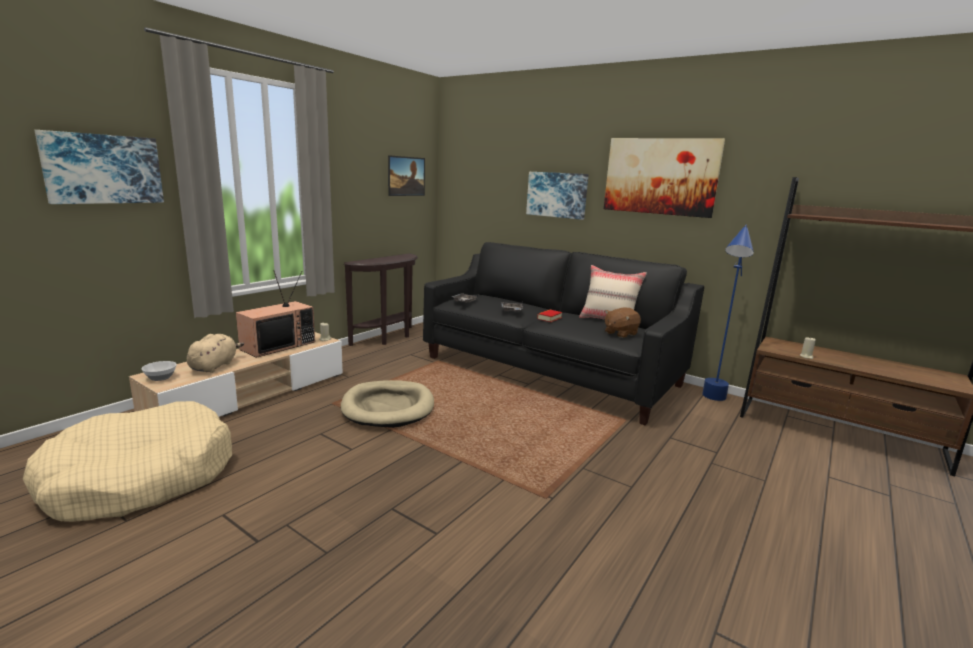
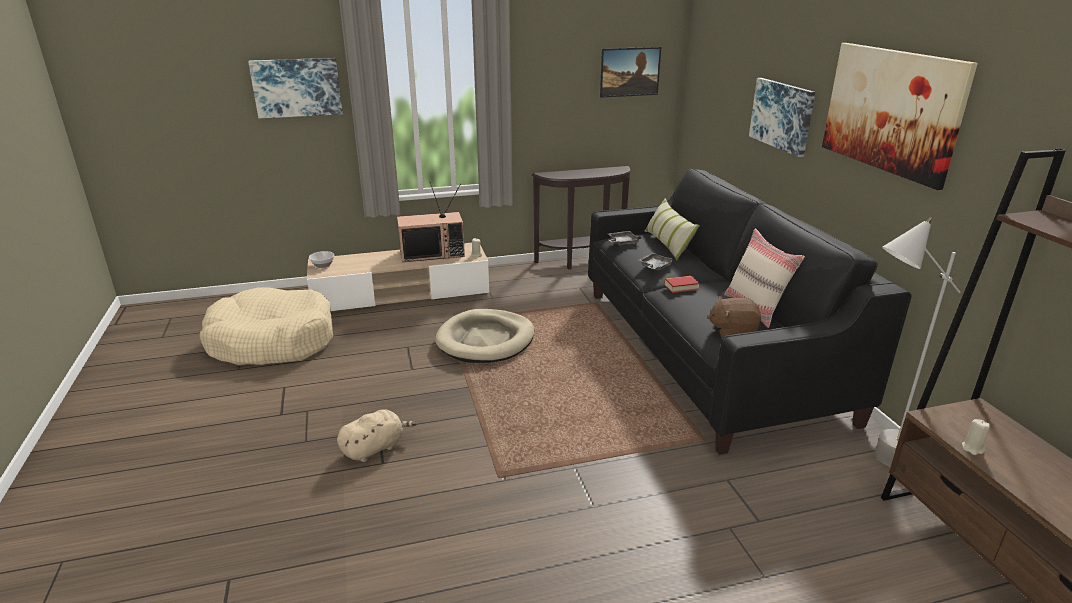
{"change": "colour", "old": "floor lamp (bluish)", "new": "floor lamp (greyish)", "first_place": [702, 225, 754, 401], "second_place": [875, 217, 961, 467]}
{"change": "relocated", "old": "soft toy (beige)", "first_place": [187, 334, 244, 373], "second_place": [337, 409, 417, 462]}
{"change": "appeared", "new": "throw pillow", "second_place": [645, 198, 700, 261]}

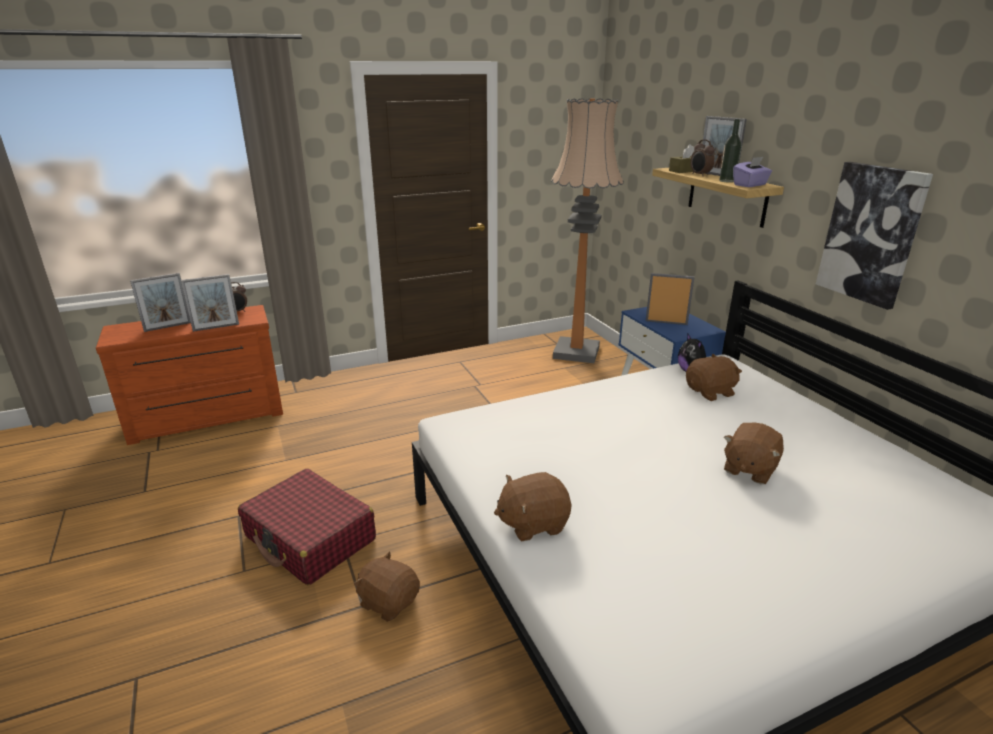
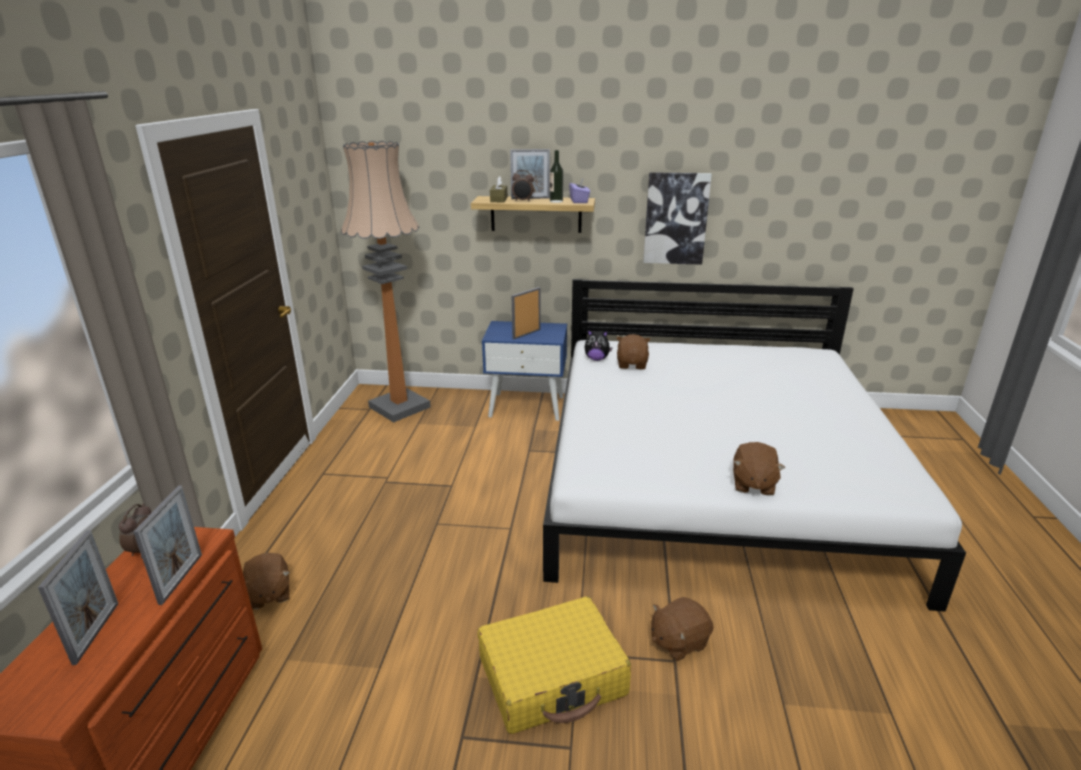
{"change": "relocated", "old": "soft toy (brown-coloured)", "first_place": [724, 423, 784, 484], "second_place": [243, 553, 290, 609]}
{"change": "colour", "old": "suitcase (red-coloured)", "new": "suitcase (yellow-coloured)", "first_place": [238, 469, 376, 585], "second_place": [478, 596, 631, 734]}

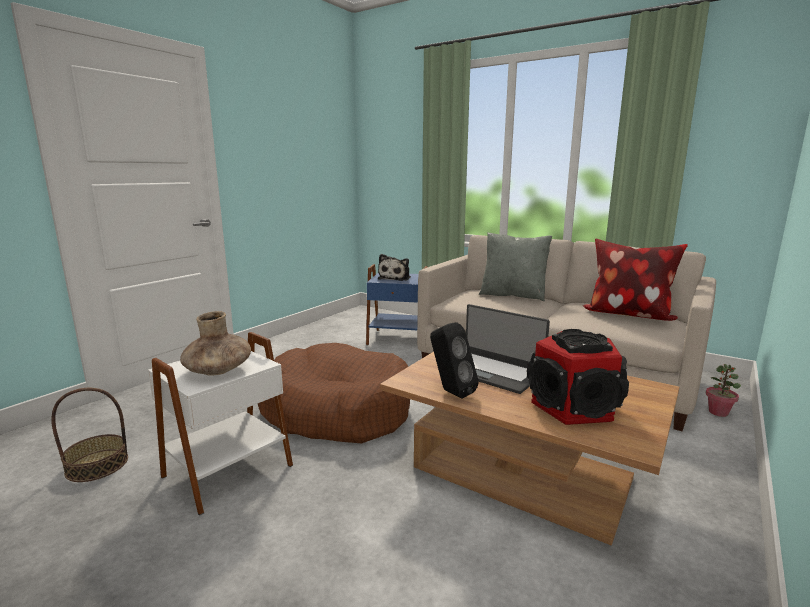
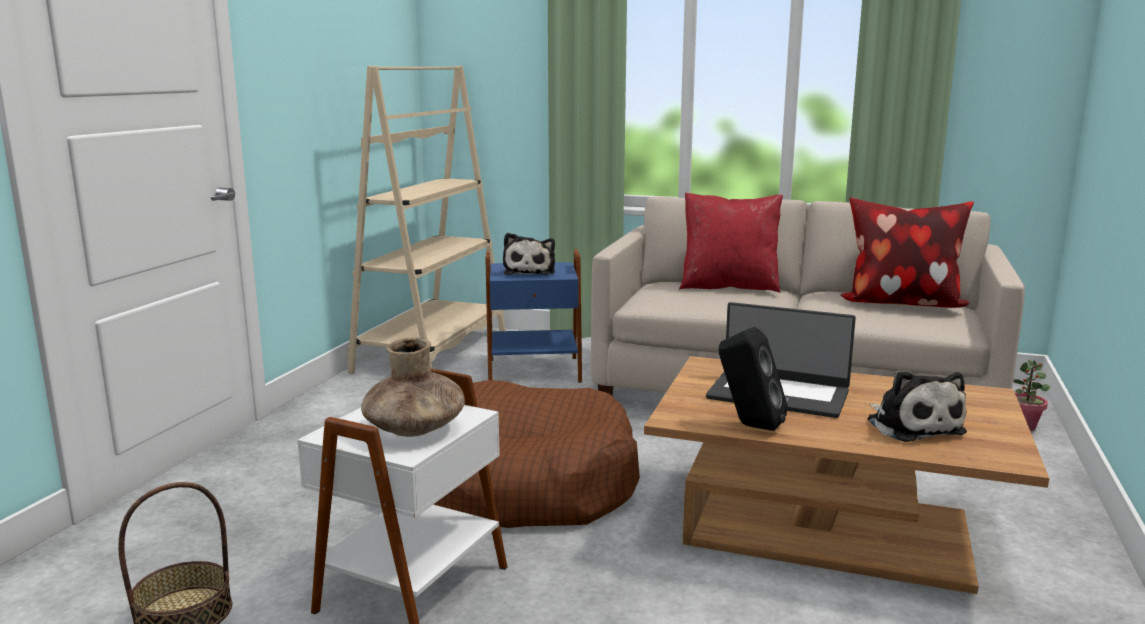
{"change": "colour", "old": "throw pillow (greyish)", "new": "throw pillow (red-coloured)", "first_place": [479, 232, 552, 301], "second_place": [679, 192, 783, 293]}
{"change": "exchanged", "old": "speaker", "new": "soft toy", "first_place": [527, 329, 629, 425], "second_place": [868, 371, 967, 442]}
{"change": "appeared", "new": "bookcase (beige)", "second_place": [347, 66, 505, 374]}

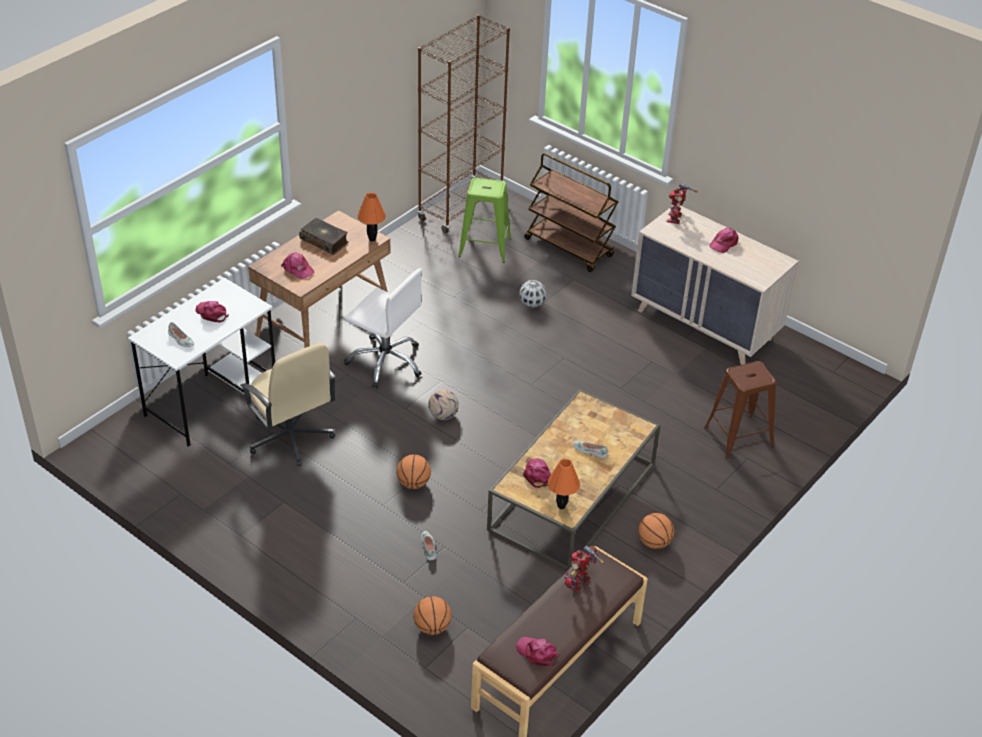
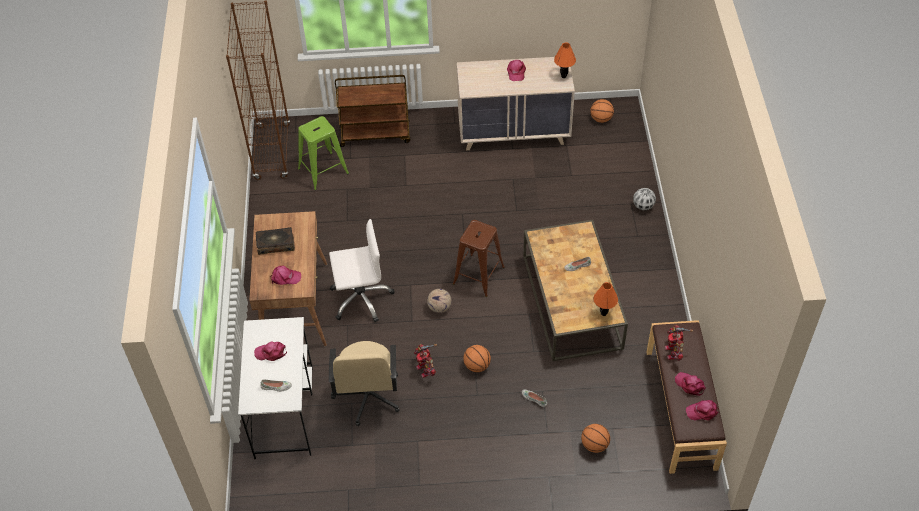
{"change": "relocated", "old": "toy robot", "first_place": [666, 184, 698, 224], "second_place": [414, 344, 437, 378]}
{"change": "relocated", "old": "lamp for a table (orangey)", "first_place": [358, 193, 386, 242], "second_place": [554, 42, 576, 78]}
{"change": "relocated", "old": "football", "first_place": [519, 280, 547, 308], "second_place": [633, 188, 656, 210]}
{"change": "spun", "old": "office chair (beige)", "first_place": [240, 343, 336, 466], "second_place": [329, 341, 400, 426], "degrees": 75}
{"change": "relocated", "old": "stool (brown-coloured)", "first_place": [704, 361, 776, 460], "second_place": [453, 220, 505, 297]}
{"change": "relocated", "old": "baseball cap (pink)", "first_place": [523, 458, 551, 488], "second_place": [675, 372, 706, 396]}
{"change": "relocated", "old": "basketball ball", "first_place": [638, 513, 674, 549], "second_place": [590, 99, 614, 123]}

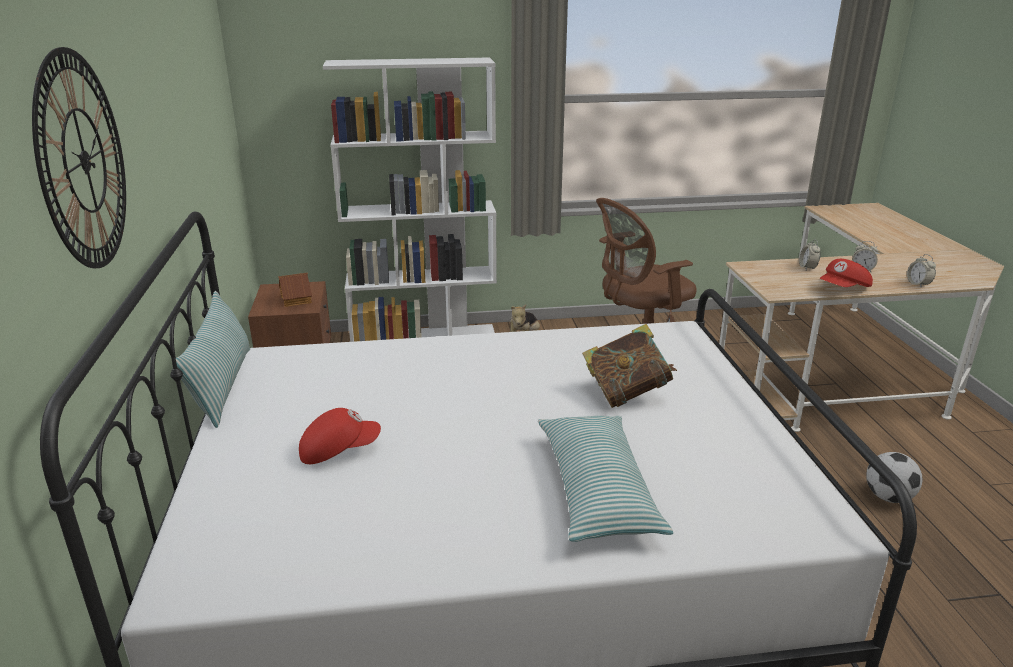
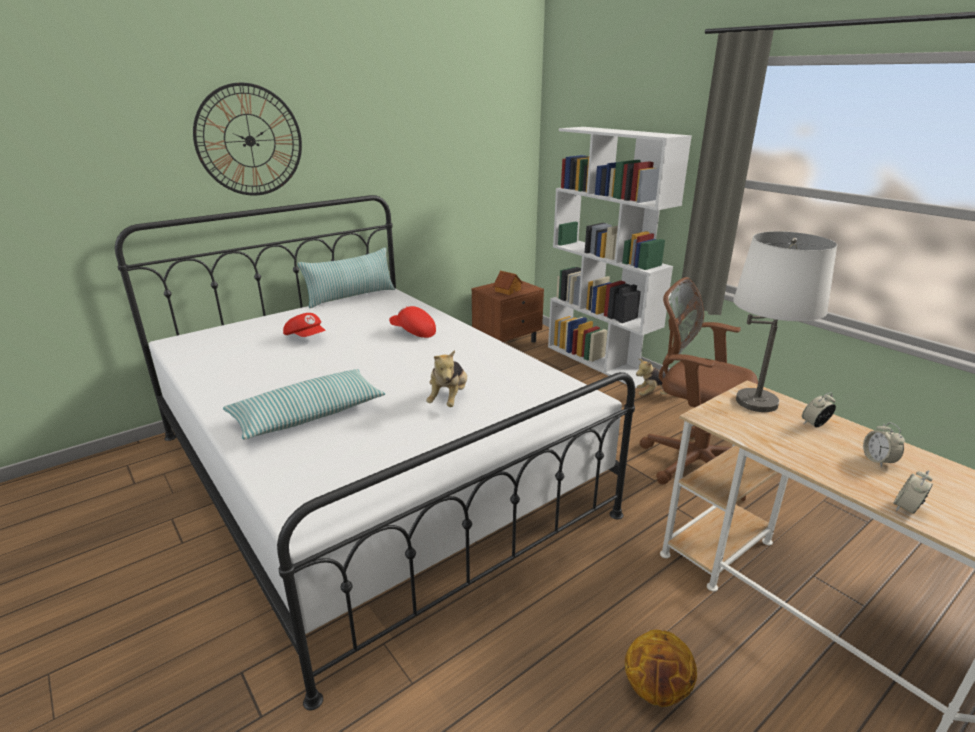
{"change": "relocated", "old": "baseball cap (red-coloured)", "first_place": [820, 259, 873, 287], "second_place": [389, 306, 436, 338]}
{"change": "exchanged", "old": "volume", "new": "soft toy", "first_place": [582, 324, 677, 408], "second_place": [426, 350, 467, 407]}
{"change": "exchanged", "old": "football", "new": "basketball ball", "first_place": [866, 452, 923, 503], "second_place": [625, 630, 697, 707]}
{"change": "appeared", "new": "lamp for a table (whitish)", "second_place": [733, 231, 837, 412]}

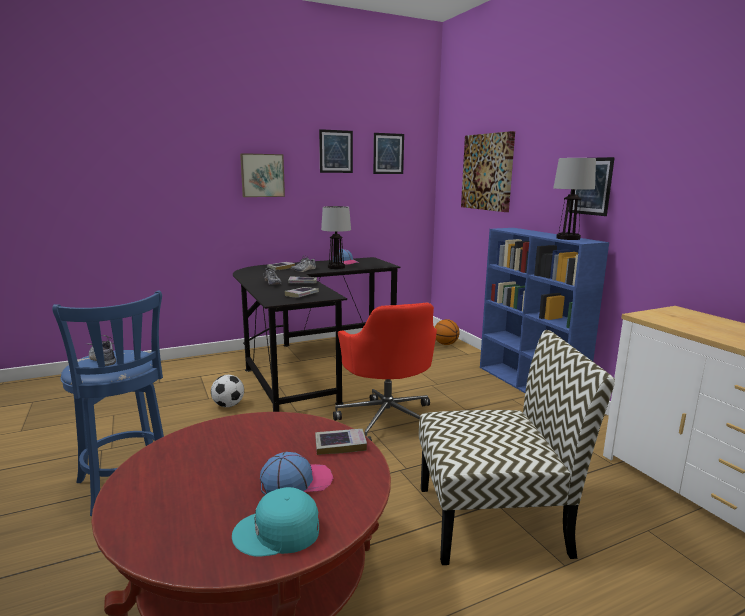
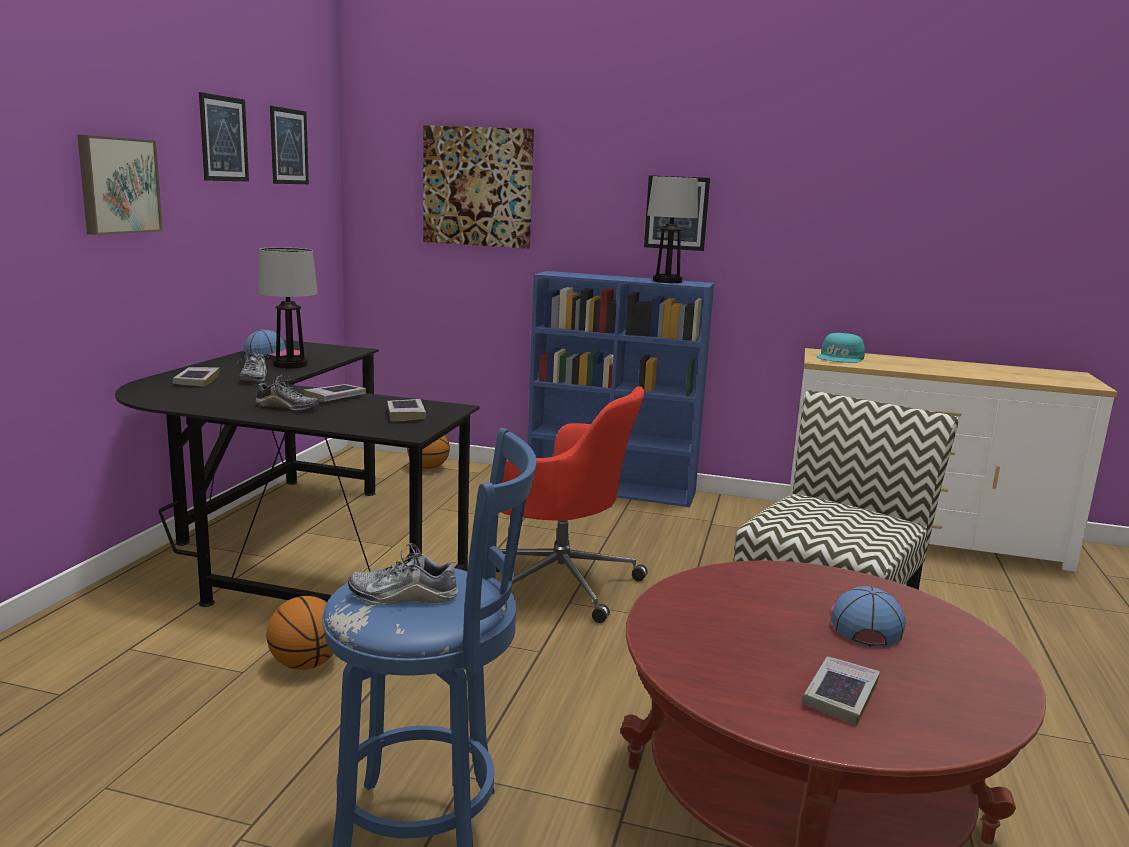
{"change": "exchanged", "old": "football", "new": "basketball ball", "first_place": [211, 375, 244, 407], "second_place": [266, 596, 333, 670]}
{"change": "relocated", "old": "volume", "first_place": [315, 429, 367, 455], "second_place": [802, 657, 880, 725]}
{"change": "relocated", "old": "baseball cap (turquoise-coloured)", "first_place": [232, 487, 319, 557], "second_place": [817, 333, 865, 363]}

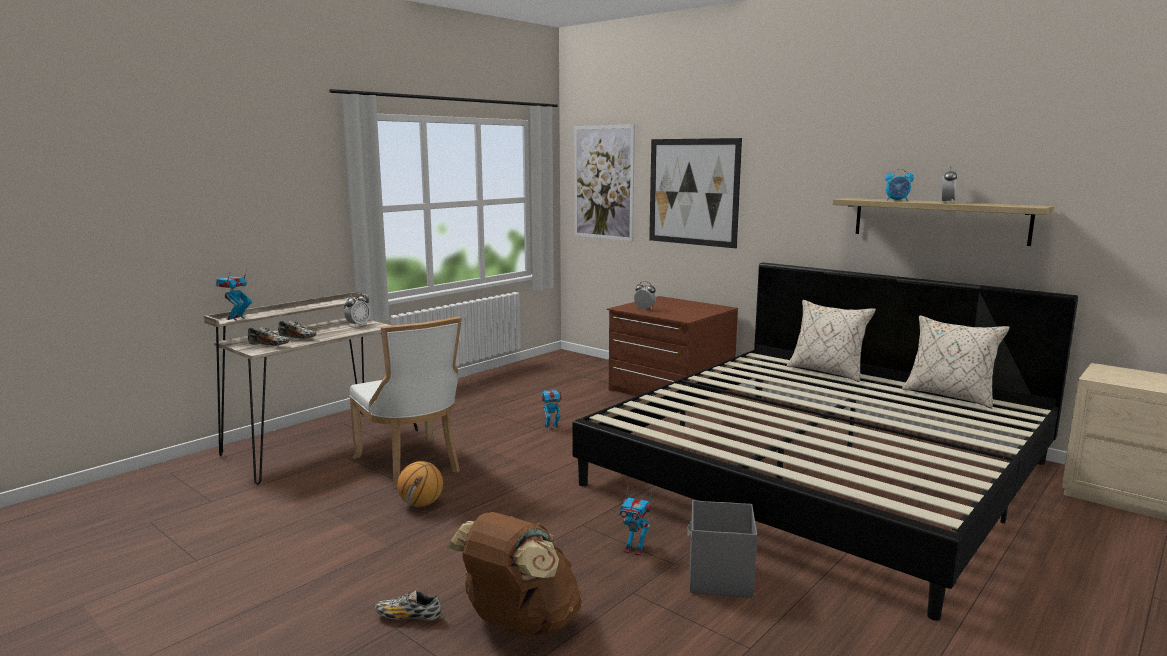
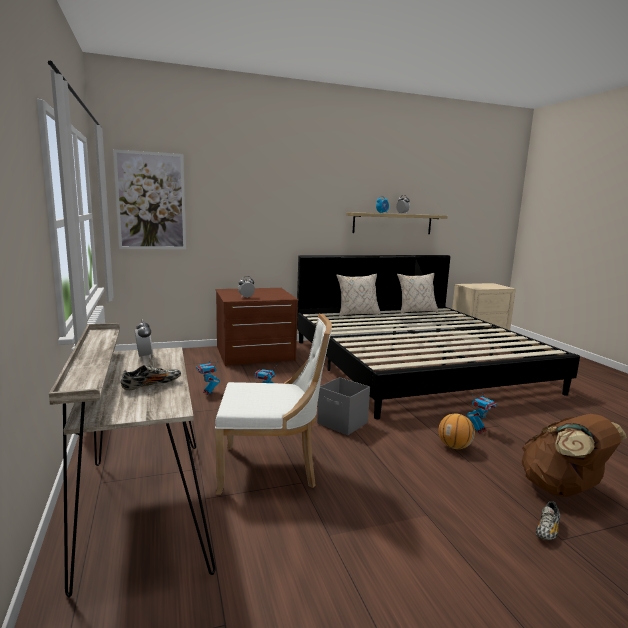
{"change": "missing", "old": "wall art", "first_place": [649, 138, 742, 248]}
{"change": "relocated", "old": "toy robot", "first_place": [216, 270, 252, 320], "second_place": [196, 361, 220, 395]}
{"change": "missing", "old": "low shoe", "first_place": [248, 327, 289, 346]}
{"change": "relocated", "old": "basketball ball", "first_place": [397, 461, 443, 507], "second_place": [439, 414, 475, 449]}
{"change": "relocated", "old": "storage container (greyish)", "first_place": [687, 500, 757, 598], "second_place": [317, 377, 370, 435]}

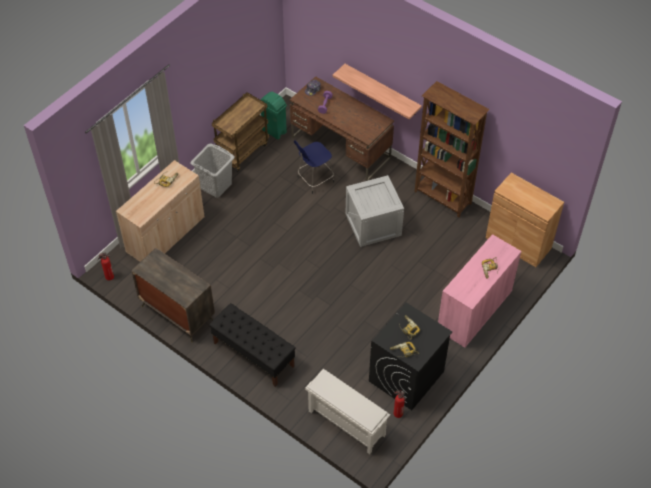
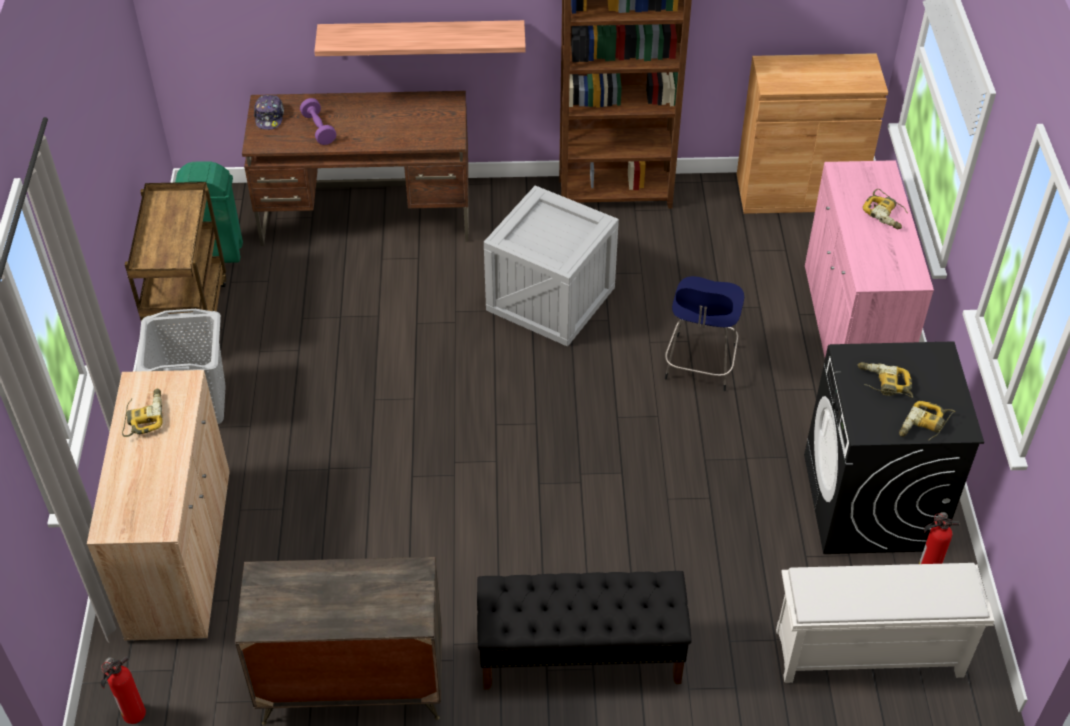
{"change": "relocated", "old": "stool (bluish)", "first_place": [294, 140, 334, 194], "second_place": [665, 276, 744, 391]}

